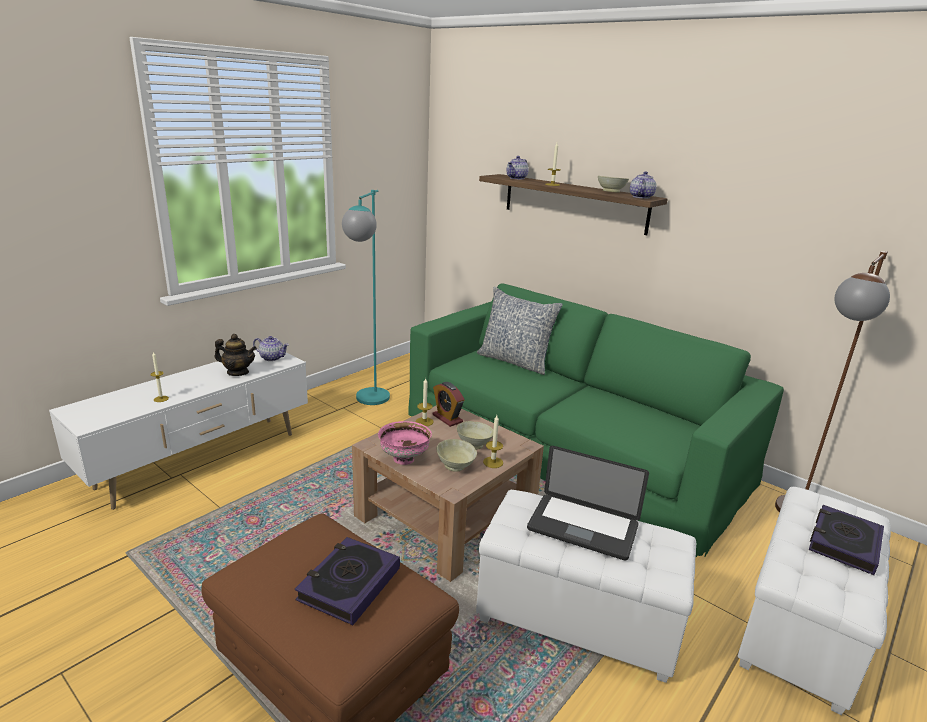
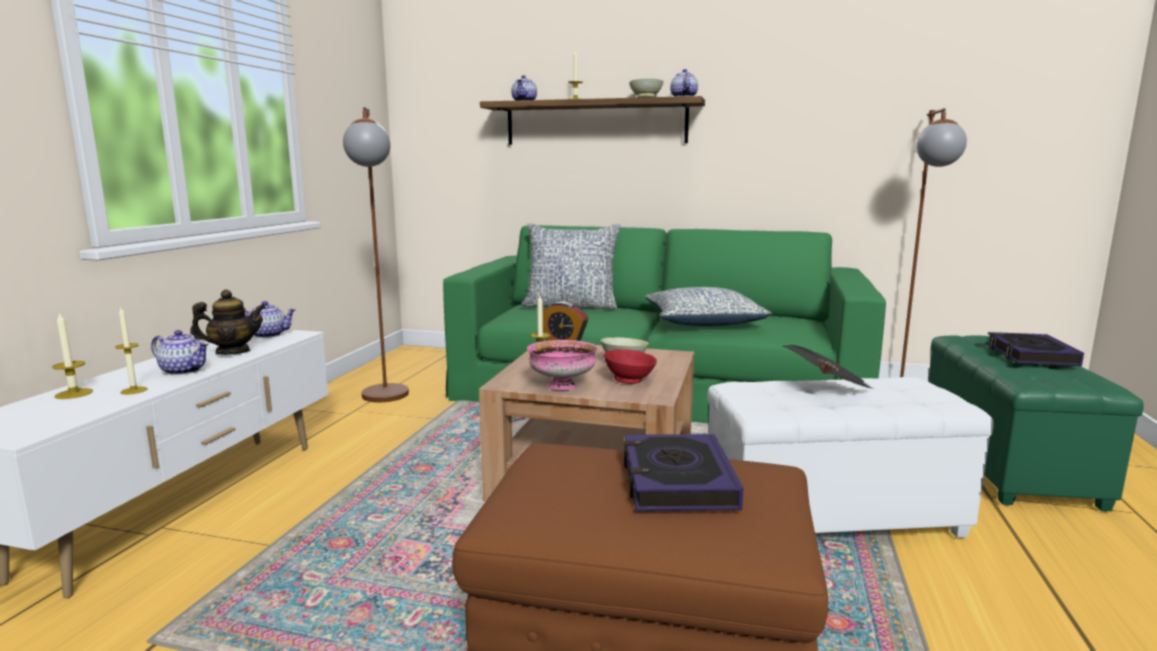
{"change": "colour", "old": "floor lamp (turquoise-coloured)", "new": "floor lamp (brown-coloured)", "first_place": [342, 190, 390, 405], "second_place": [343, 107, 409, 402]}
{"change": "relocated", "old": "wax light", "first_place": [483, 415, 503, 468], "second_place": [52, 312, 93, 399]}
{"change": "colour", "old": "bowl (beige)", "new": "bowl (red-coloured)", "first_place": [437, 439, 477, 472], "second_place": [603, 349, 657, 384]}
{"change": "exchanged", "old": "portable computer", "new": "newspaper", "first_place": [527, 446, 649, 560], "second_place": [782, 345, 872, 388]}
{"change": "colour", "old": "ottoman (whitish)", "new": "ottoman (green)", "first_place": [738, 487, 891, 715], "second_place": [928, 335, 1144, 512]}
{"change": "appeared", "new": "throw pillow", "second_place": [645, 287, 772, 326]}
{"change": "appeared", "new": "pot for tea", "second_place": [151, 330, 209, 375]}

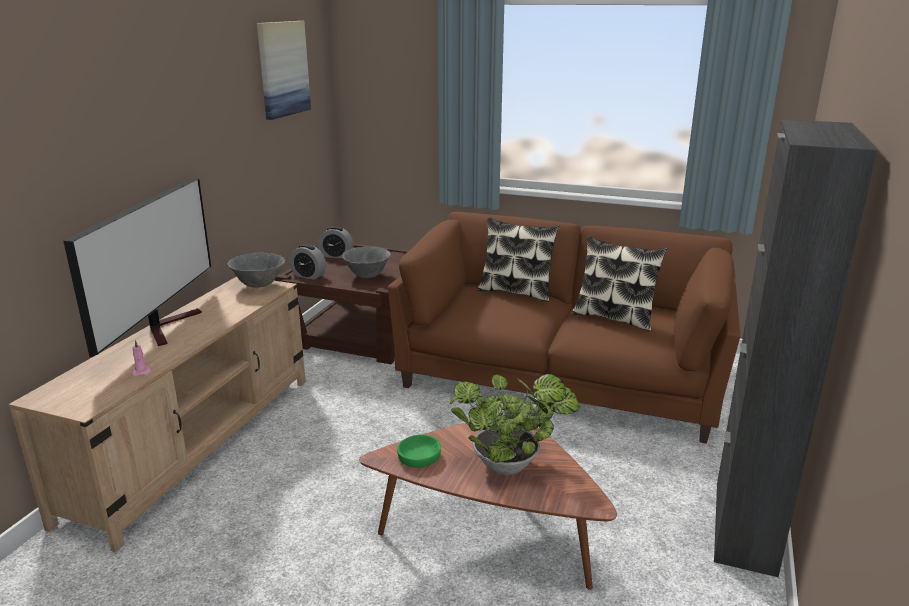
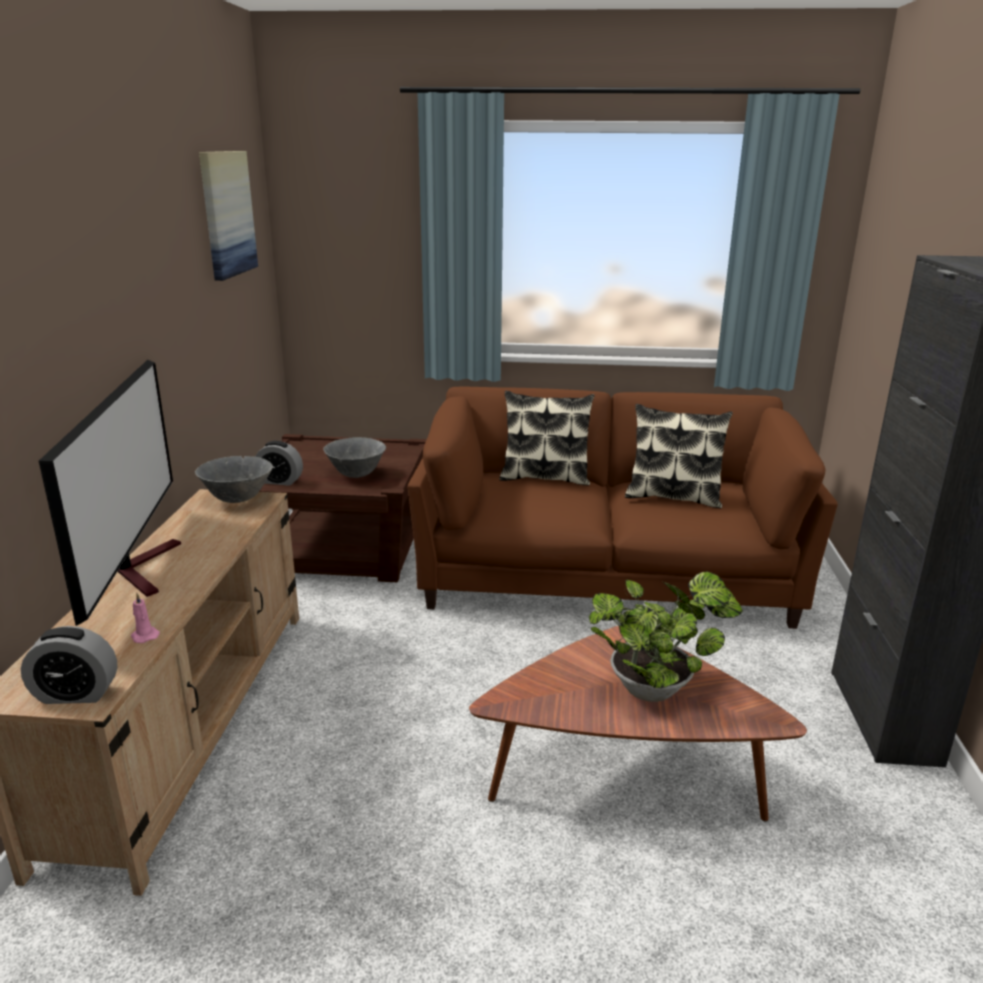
{"change": "relocated", "old": "bedside clock", "first_place": [318, 226, 353, 258], "second_place": [21, 626, 117, 704]}
{"change": "missing", "old": "bowl (green)", "first_place": [397, 434, 441, 468]}

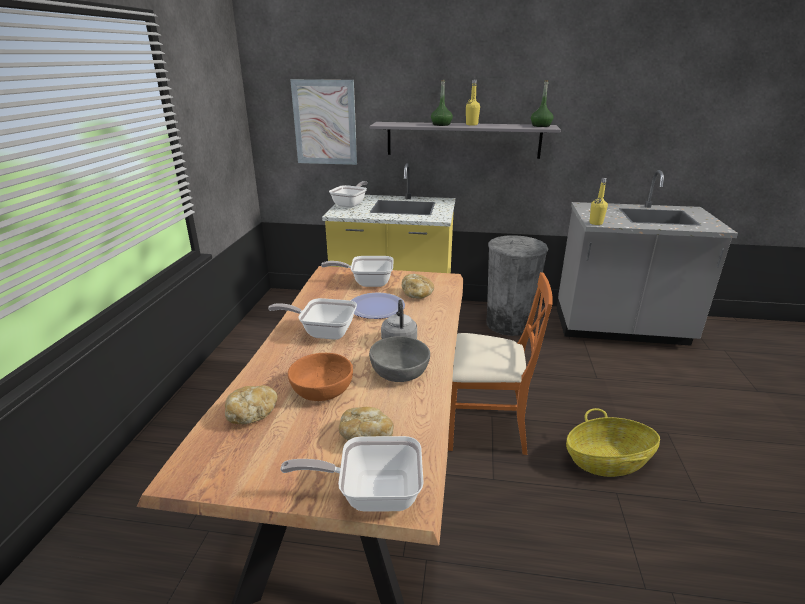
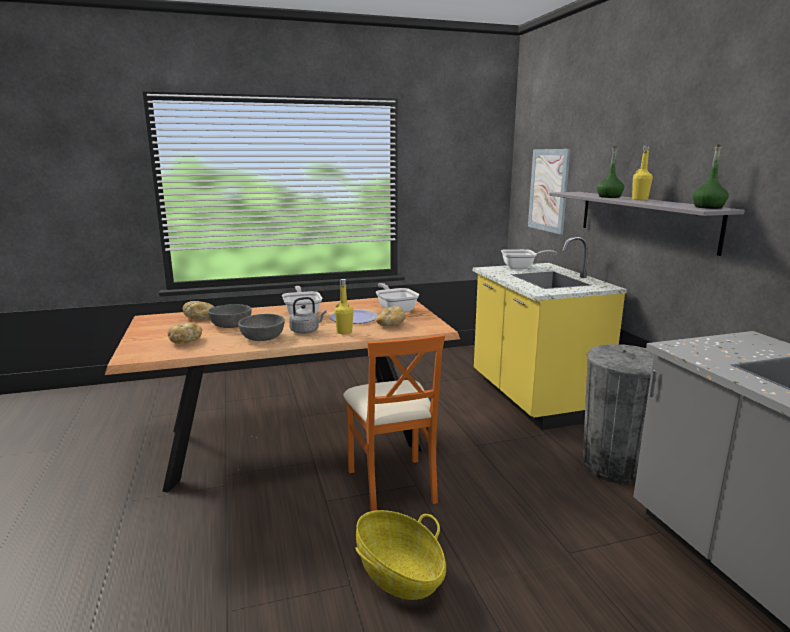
{"change": "relocated", "old": "bottle (yellow-coloured)", "first_place": [590, 178, 608, 225], "second_place": [334, 279, 353, 334]}
{"change": "colour", "old": "bowl (orangey)", "new": "bowl (greyish)", "first_place": [288, 353, 353, 401], "second_place": [208, 304, 252, 328]}
{"change": "missing", "old": "frying pan", "first_place": [280, 436, 424, 512]}

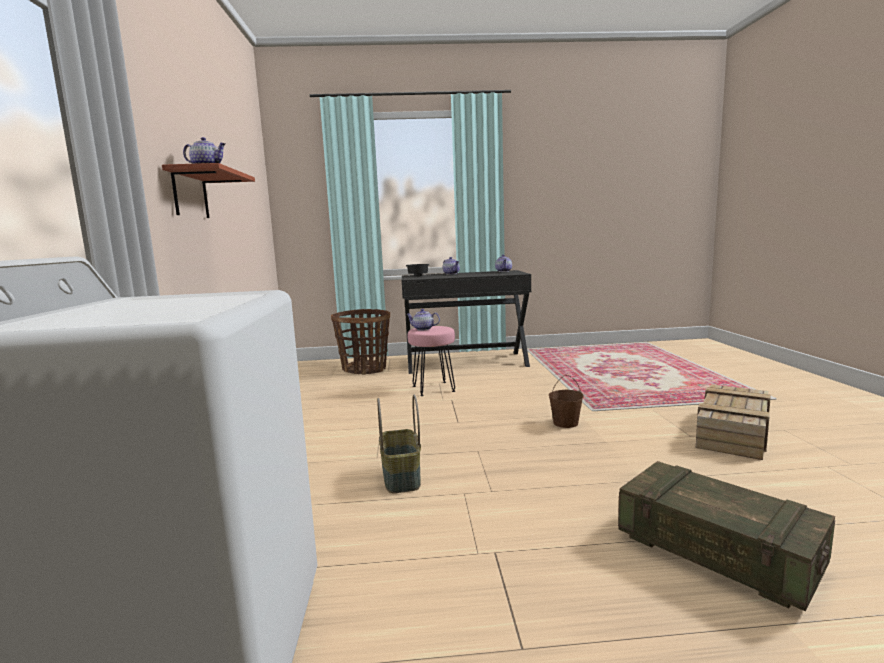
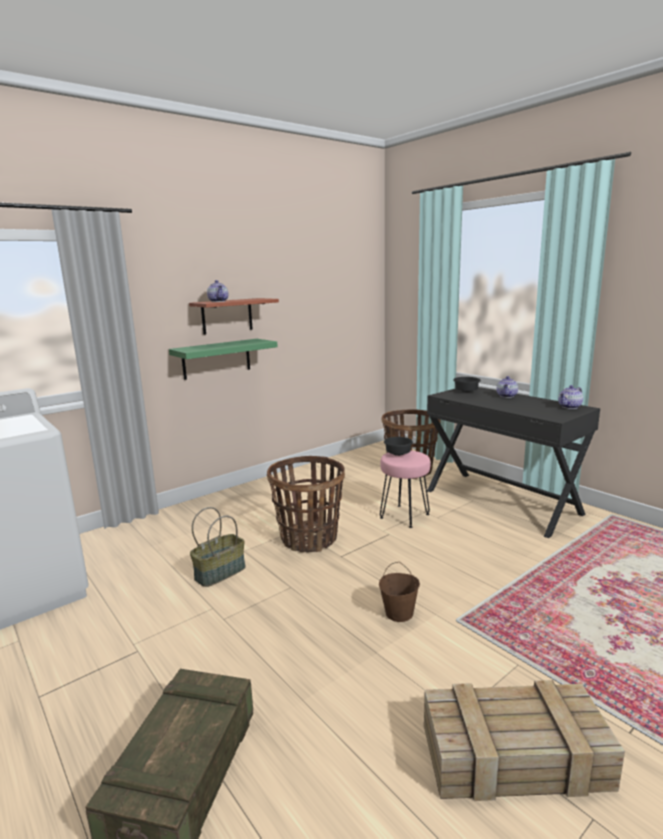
{"change": "exchanged", "old": "pot for tea", "new": "bowl (black)", "first_place": [406, 309, 440, 331], "second_place": [384, 437, 413, 456]}
{"change": "appeared", "new": "shelf (green)", "second_place": [169, 339, 278, 380]}
{"change": "appeared", "new": "household basket", "second_place": [267, 456, 345, 552]}

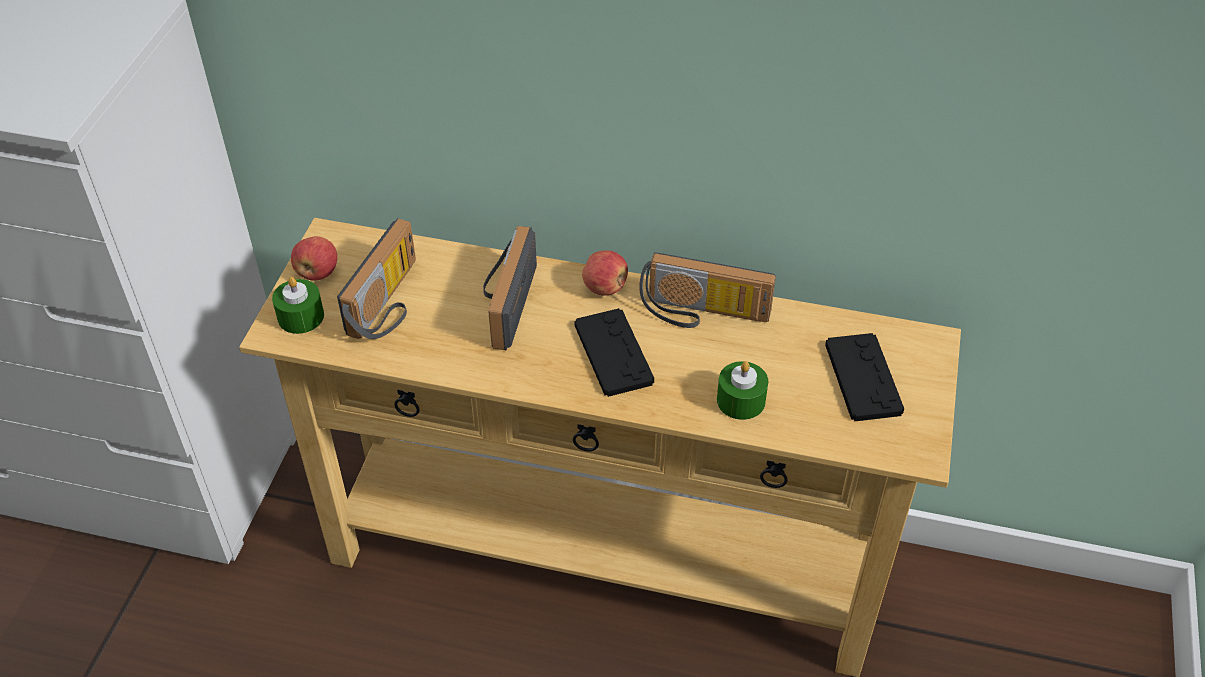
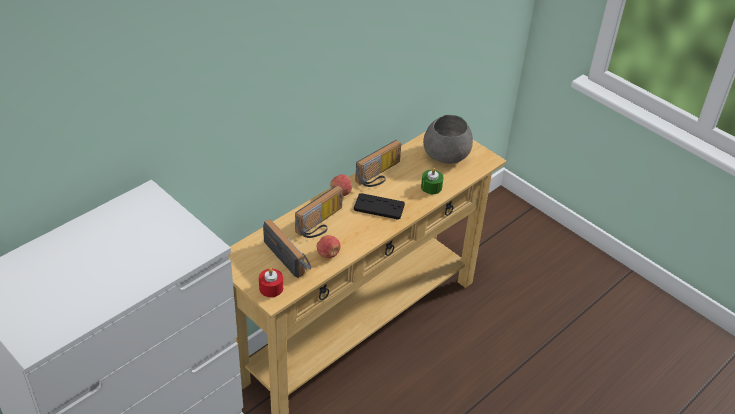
{"change": "spun", "old": "radio", "first_place": [483, 226, 537, 350], "second_place": [295, 185, 343, 238], "degrees": -90}
{"change": "relocated", "old": "whole apple", "first_place": [291, 236, 337, 281], "second_place": [317, 235, 340, 258]}
{"change": "colour", "old": "wax light (green)", "new": "wax light (red-coloured)", "first_place": [272, 277, 324, 334], "second_place": [259, 268, 283, 297]}
{"change": "exchanged", "old": "game controller (black)", "new": "bowl (greyish)", "first_place": [825, 333, 904, 421], "second_place": [423, 115, 473, 164]}

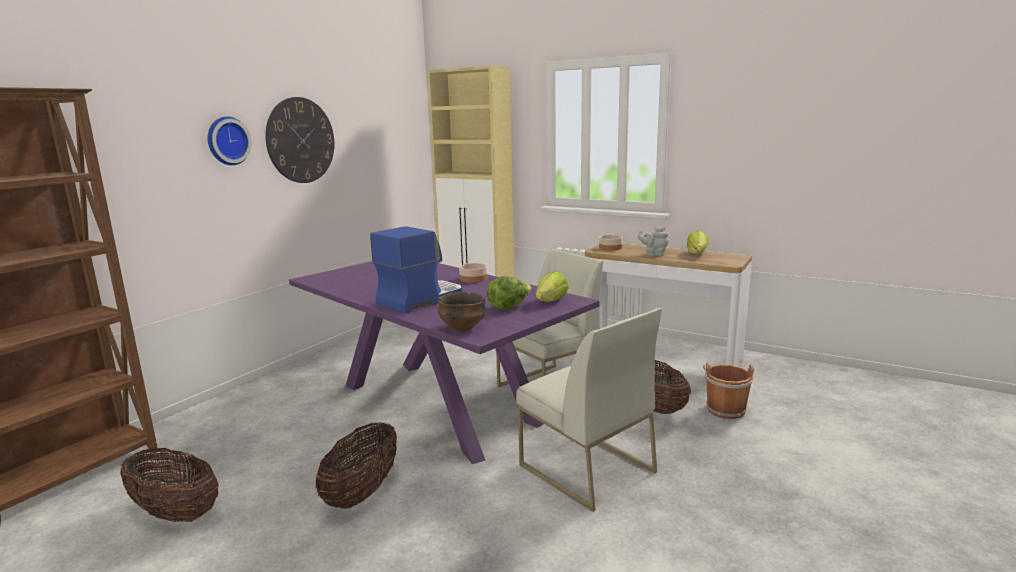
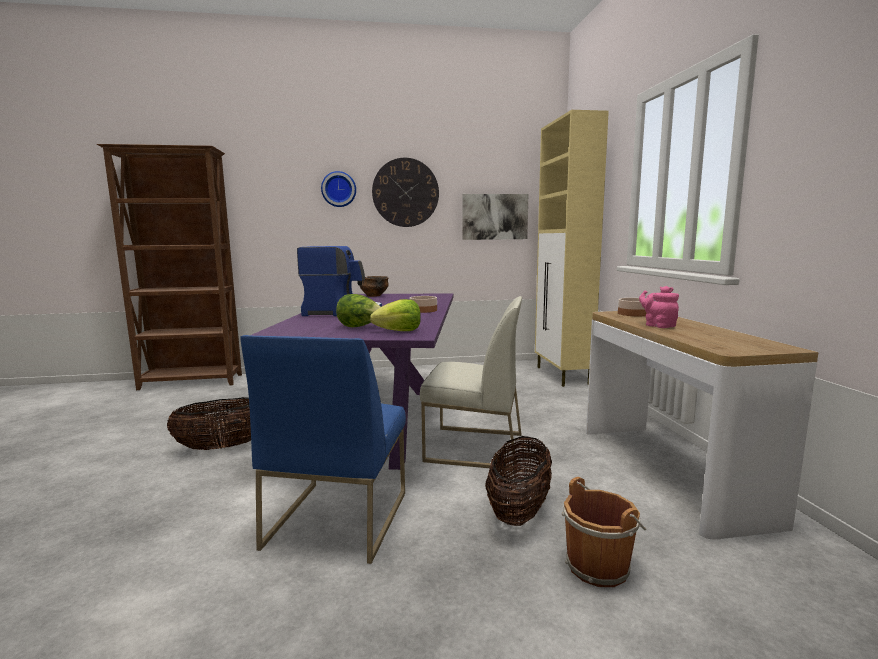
{"change": "colour", "old": "pot for tea (greyish)", "new": "pot for tea (pink)", "first_place": [638, 227, 669, 256], "second_place": [639, 286, 679, 328]}
{"change": "missing", "old": "head of lettuce", "first_place": [687, 231, 709, 254]}
{"change": "relocated", "old": "bowl", "first_place": [438, 292, 486, 332], "second_place": [360, 276, 389, 297]}
{"change": "colour", "old": "plain chair (whitish)", "new": "plain chair (bluish)", "first_place": [516, 308, 662, 512], "second_place": [240, 335, 406, 564]}
{"change": "missing", "old": "household basket", "first_place": [120, 448, 219, 522]}
{"change": "appeared", "new": "wall art", "second_place": [462, 194, 528, 240]}

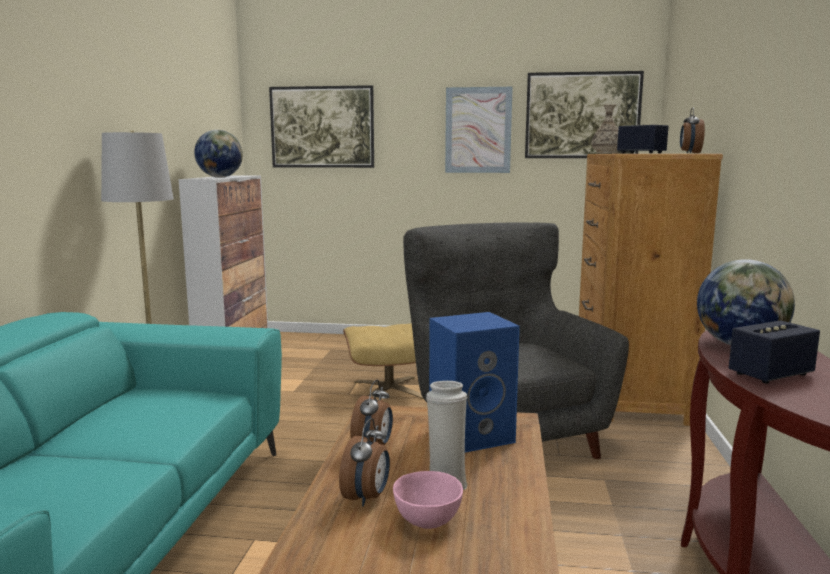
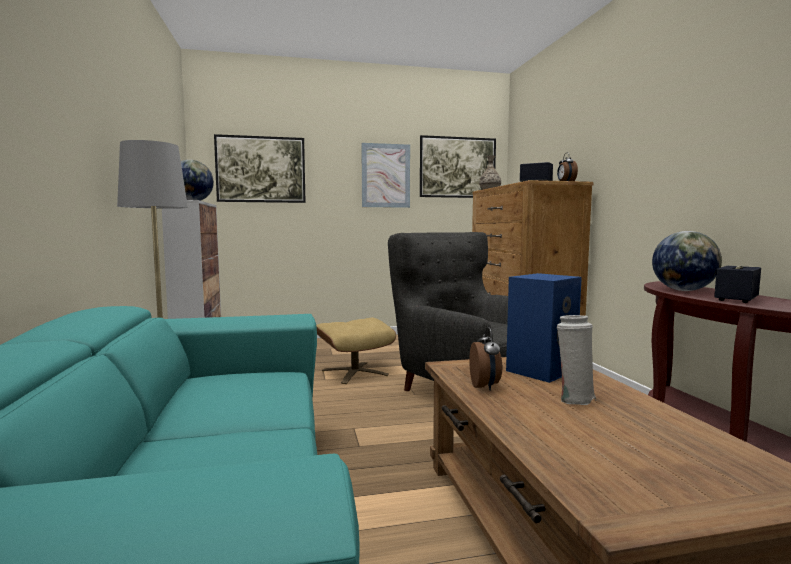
{"change": "missing", "old": "bedside clock", "first_place": [339, 418, 390, 507]}
{"change": "missing", "old": "bowl (pink)", "first_place": [393, 471, 463, 529]}

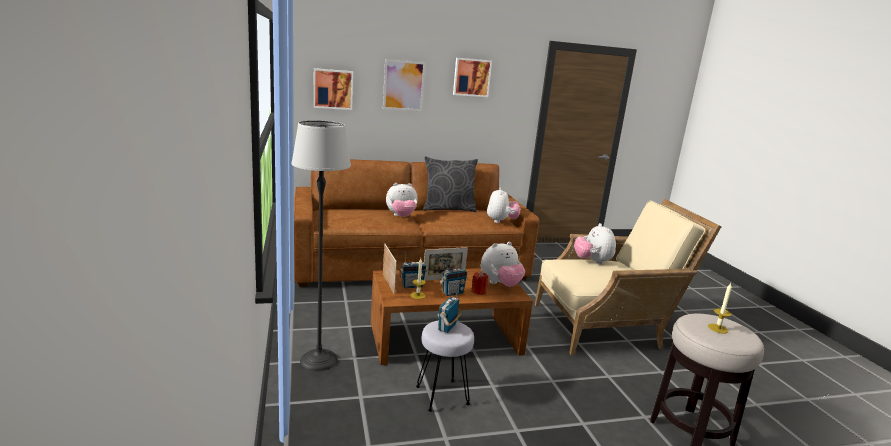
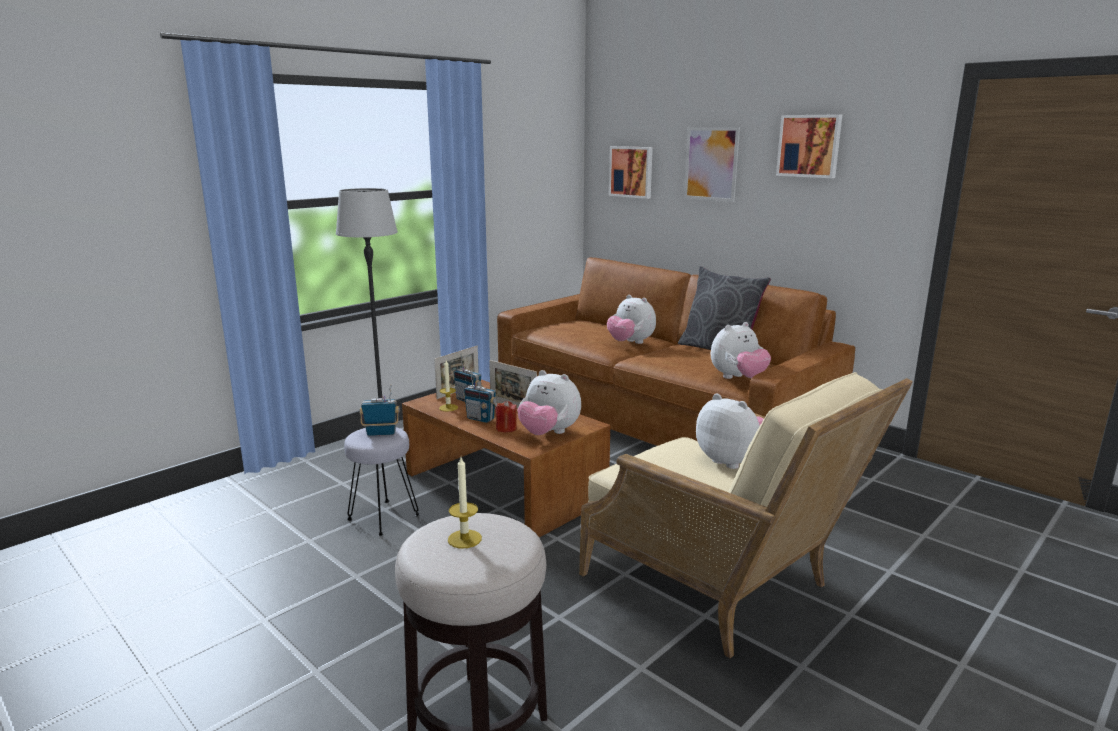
{"change": "spun", "old": "soft toy", "first_place": [574, 223, 616, 264], "second_place": [696, 394, 764, 469], "degrees": 90}

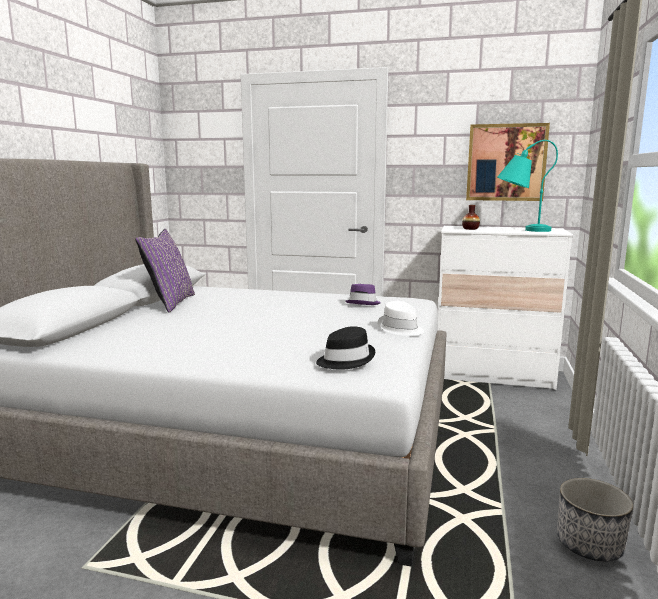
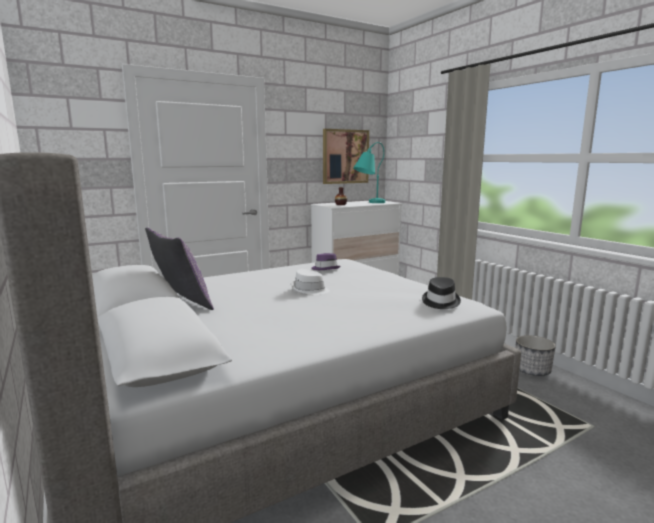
{"change": "relocated", "old": "hat (whitish)", "first_place": [378, 301, 424, 336], "second_place": [291, 269, 330, 295]}

